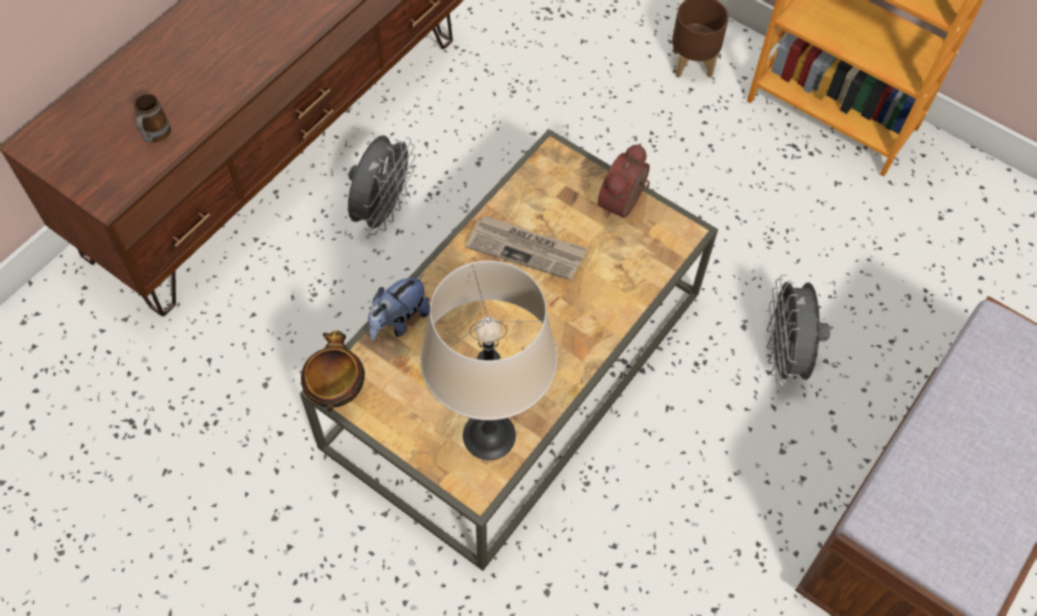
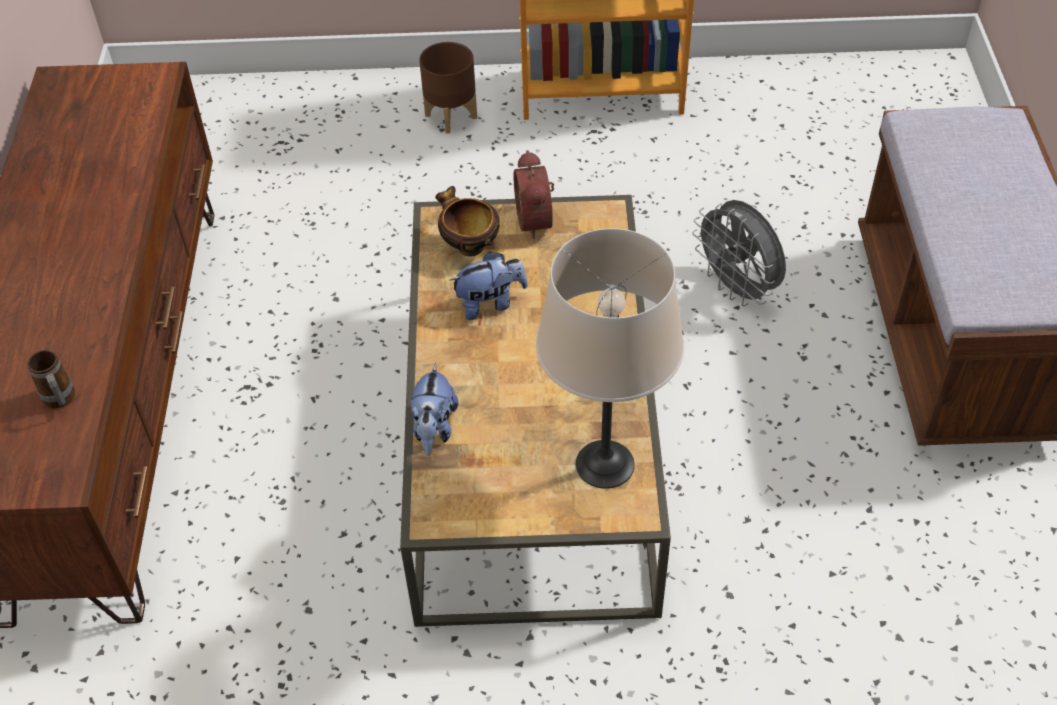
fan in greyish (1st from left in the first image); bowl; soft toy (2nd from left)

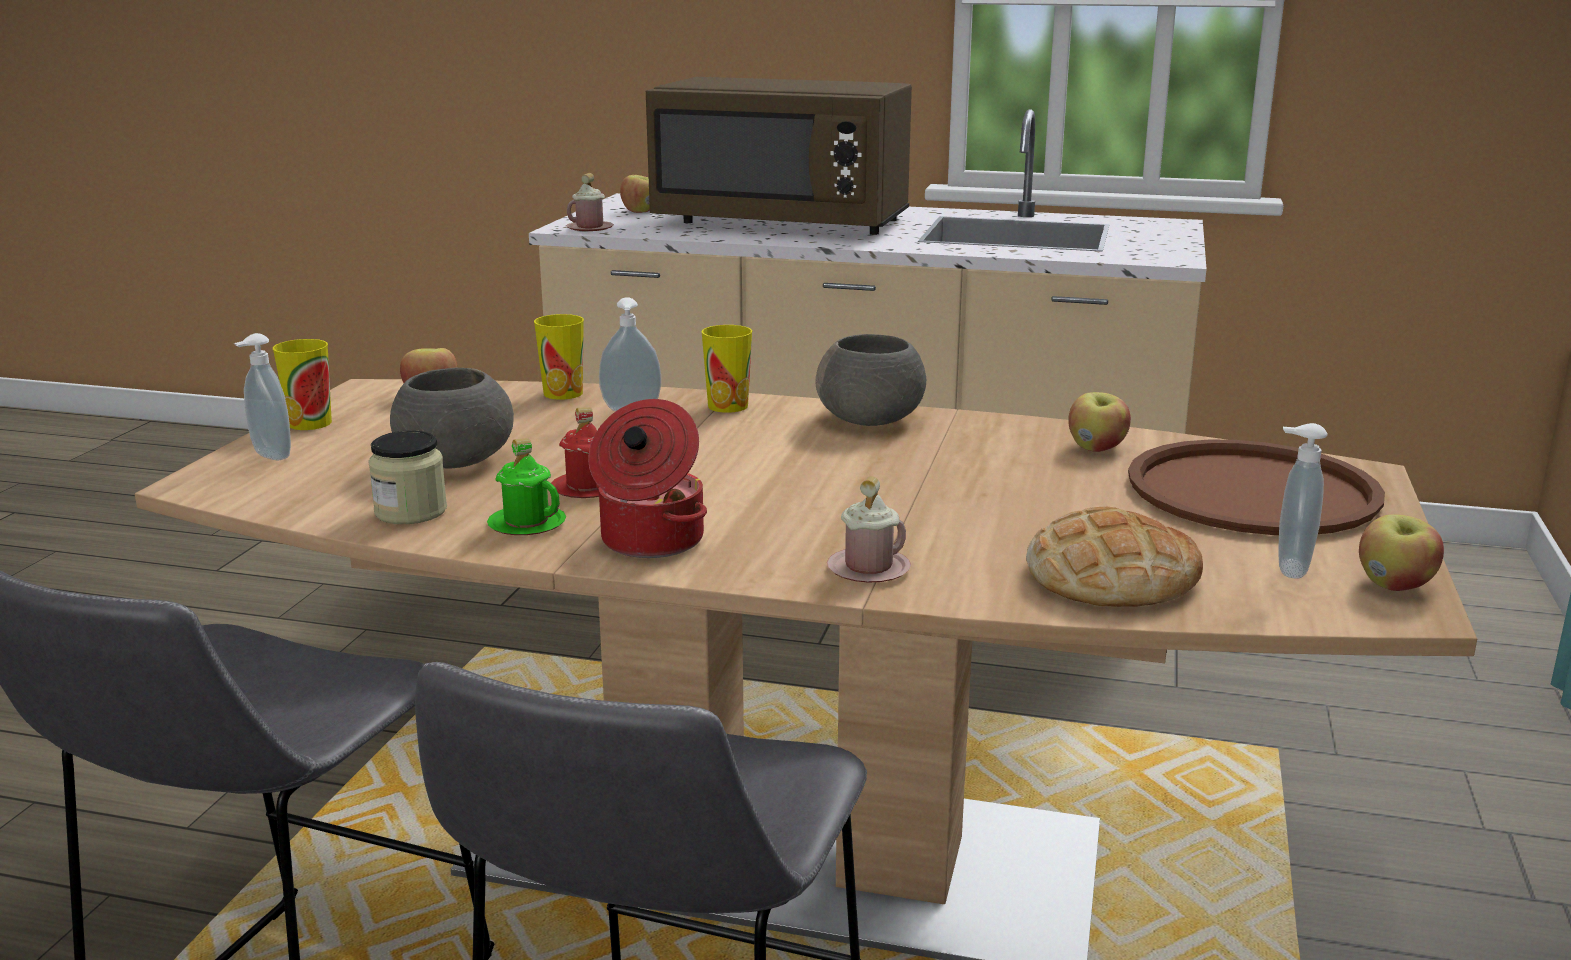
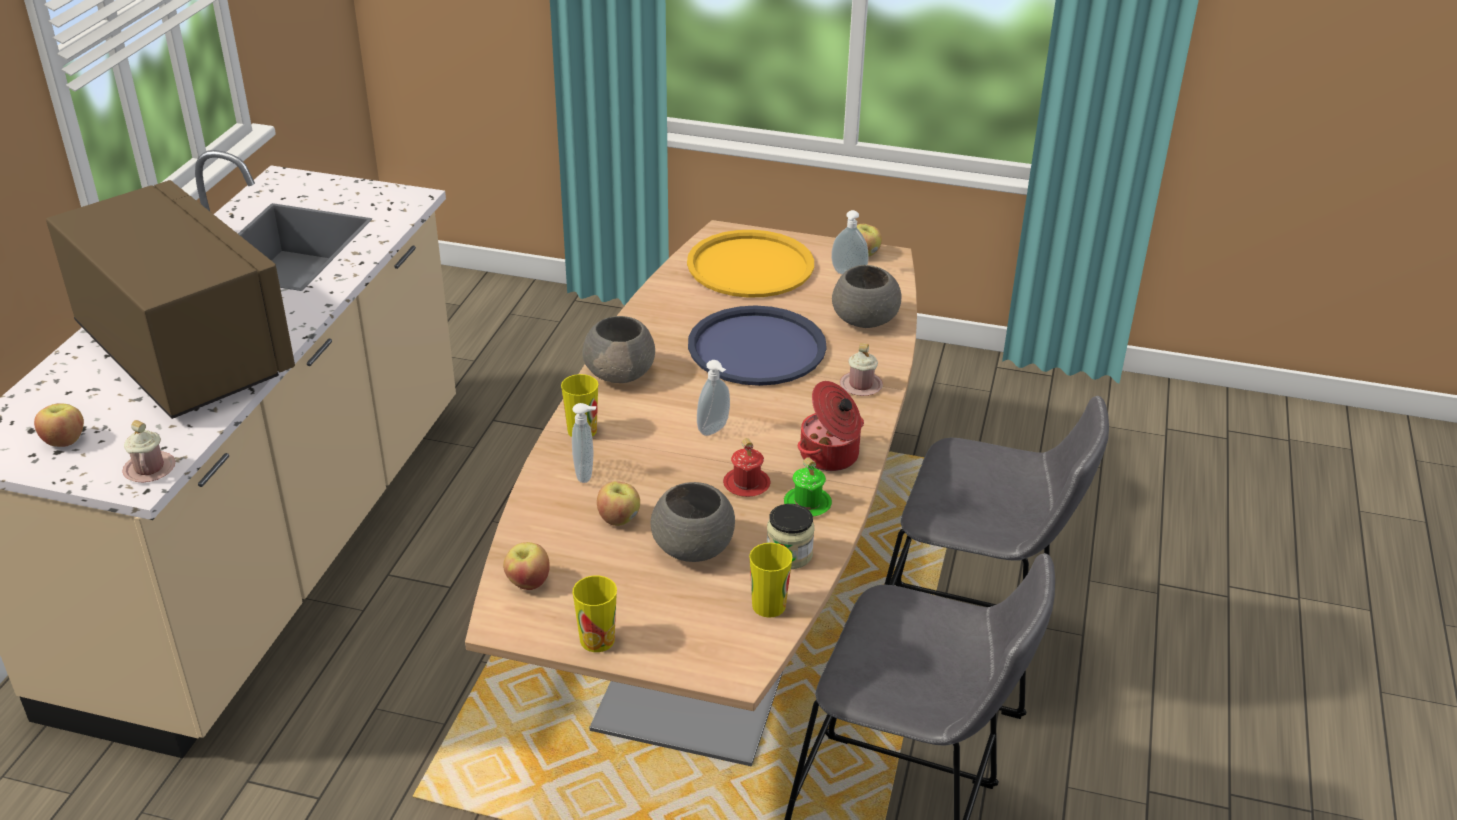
serving tray in blue-coloured; soap bottle (2nd from left); drinking cup (3rd from left); apple fruit (3rd from left); bowl in greyish (3rd from left); serving tray in yellow; kitchen microwave in brown-coloured

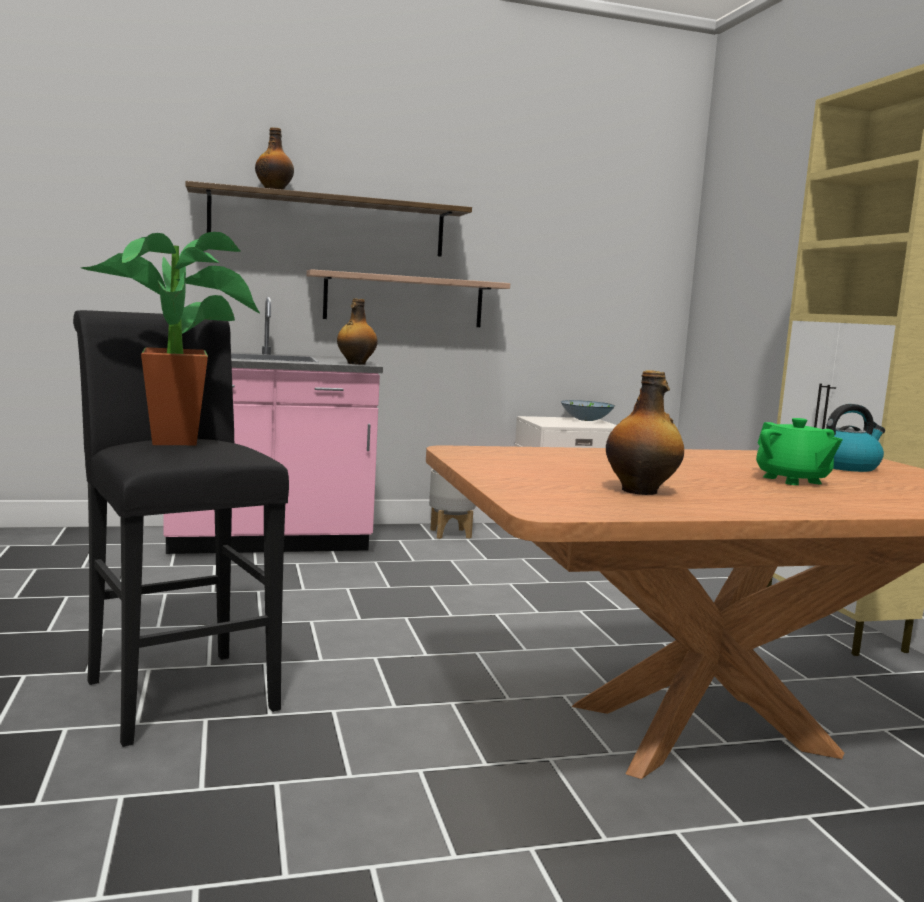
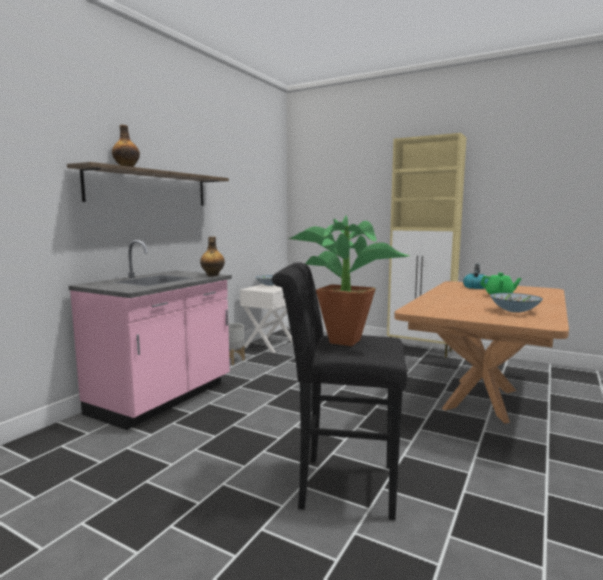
wall shelf (2nd from left in the first image); bowl (2nd from left)

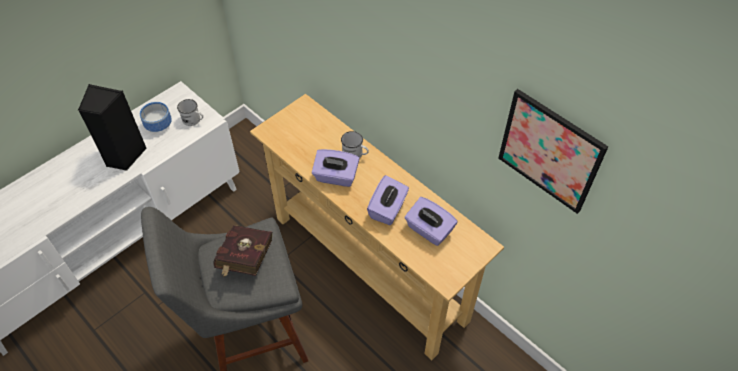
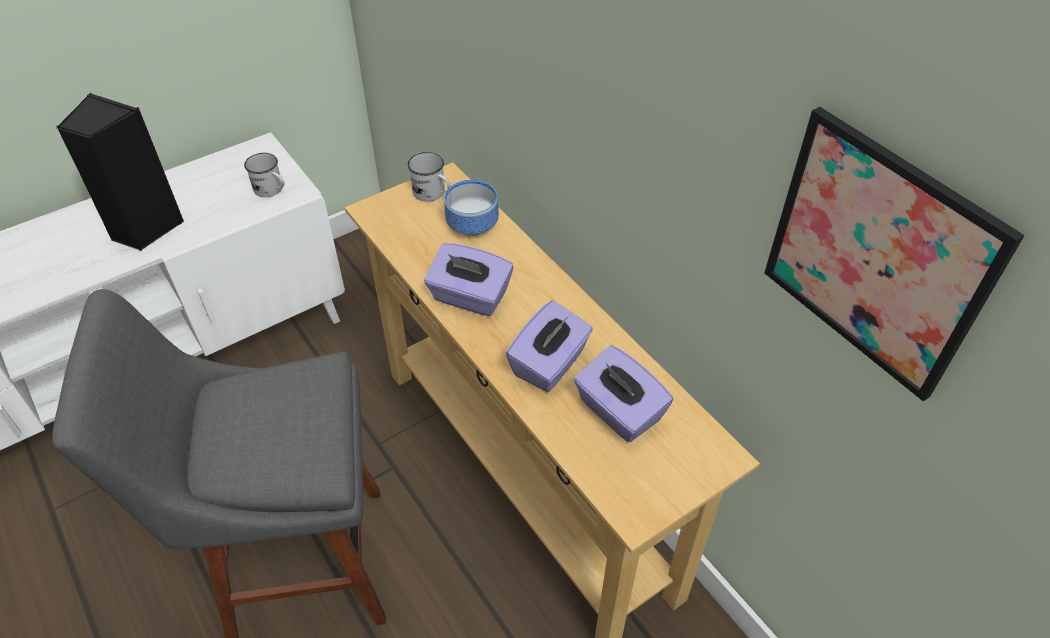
book in red-coloured; bowl; tea mug in whitish (2nd from left)

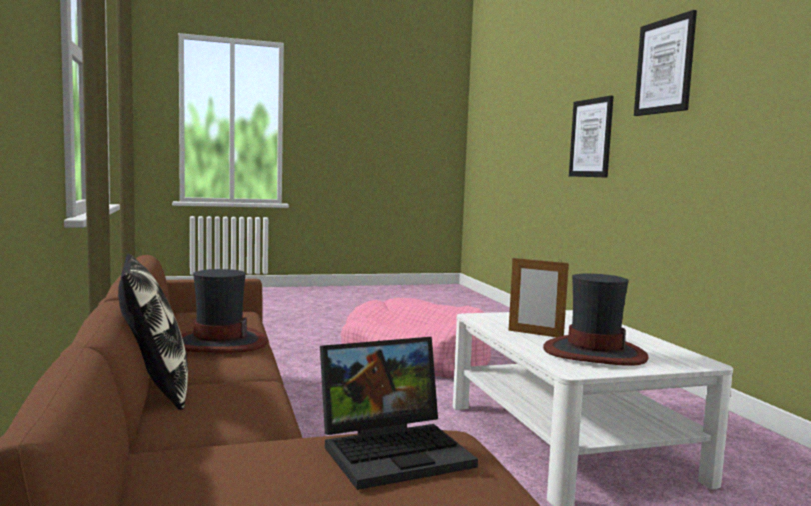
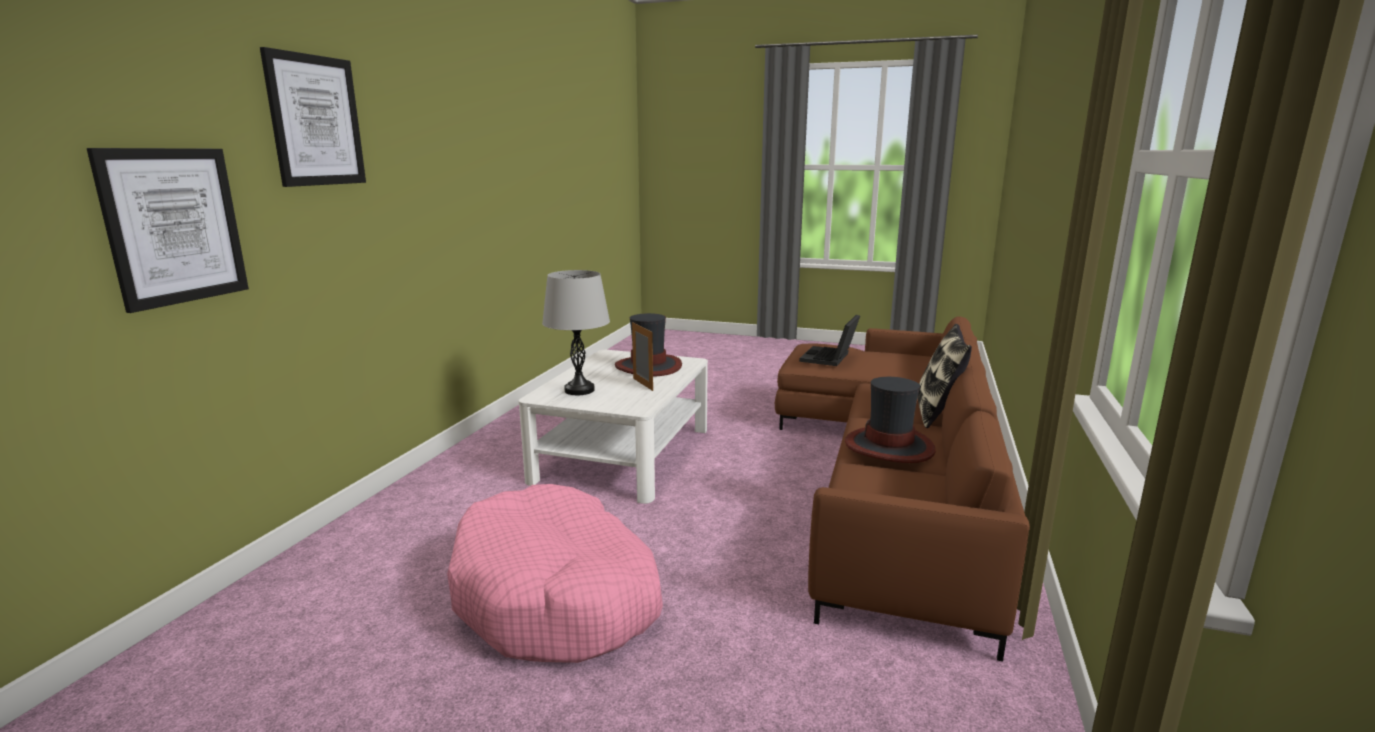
lamp for a table in greyish; laptop

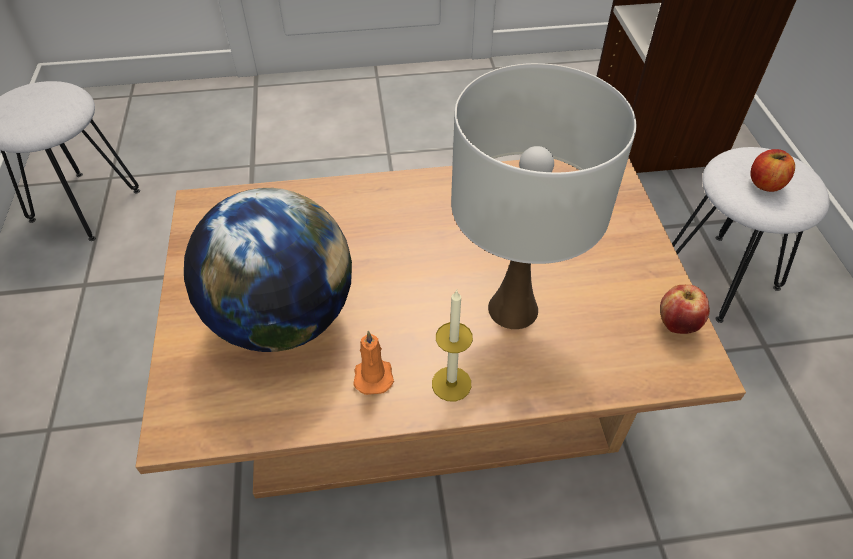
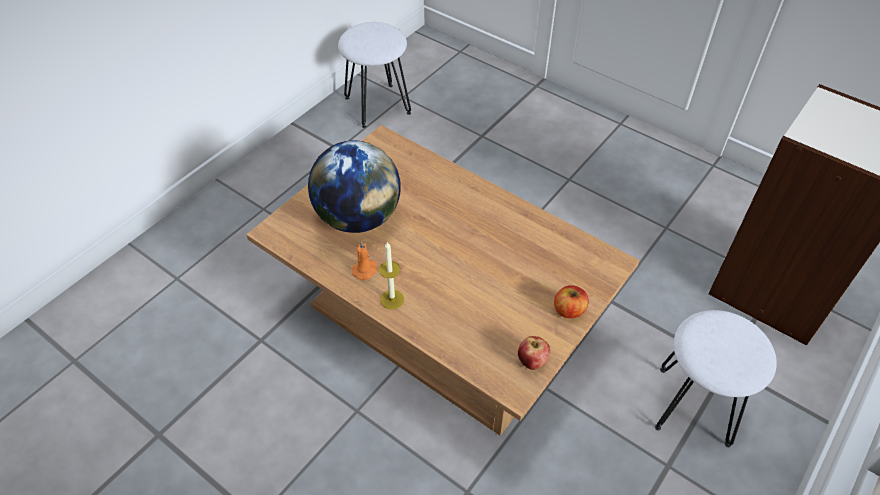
lamp for a table in whitish; apple fruit (2nd from left)

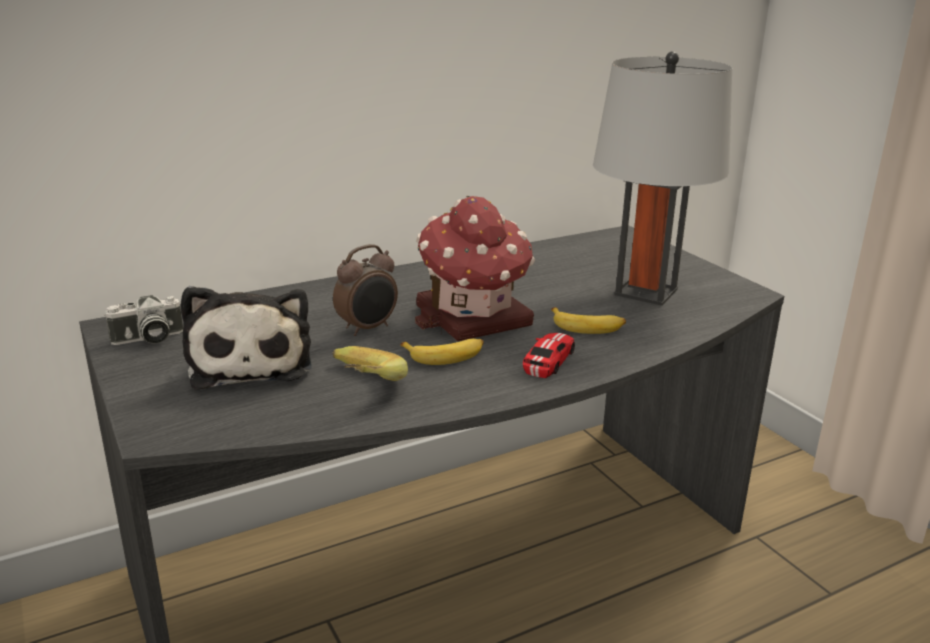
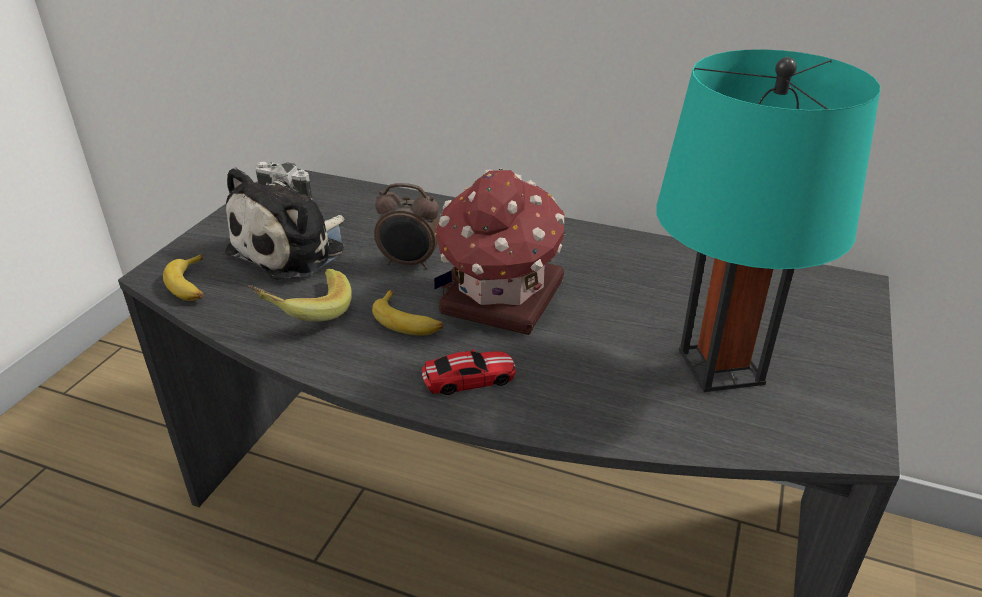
banana fruit (1st from left); lamp for a table in blue-green

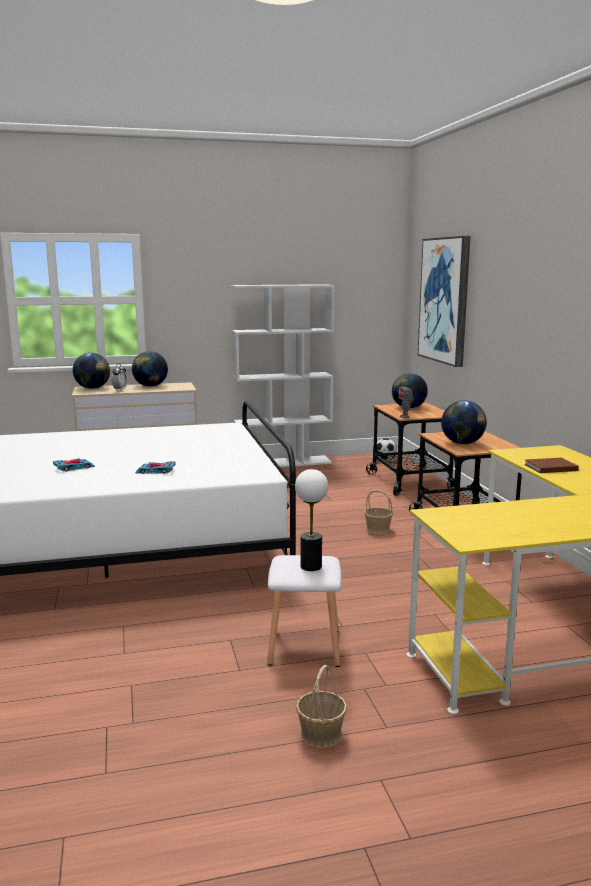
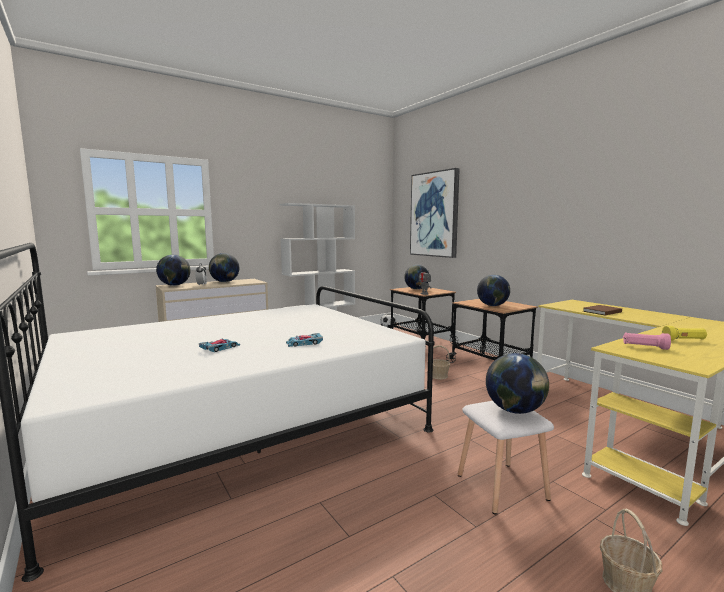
flashlight in pink-coloured; flashlight in yellow; world globe (5th from left)

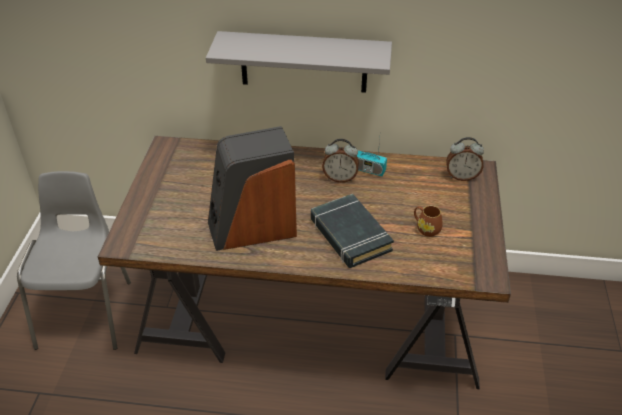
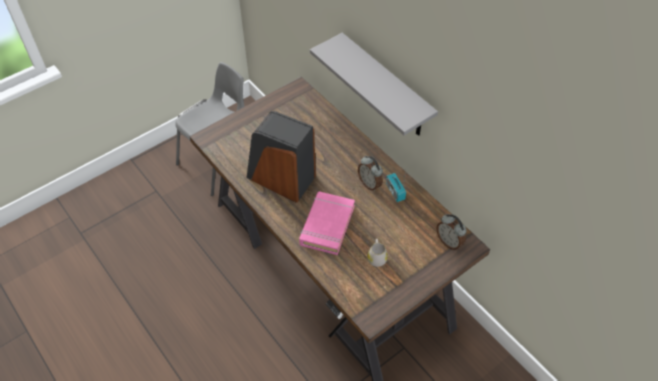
book in pink-coloured; tea mug in whitish

